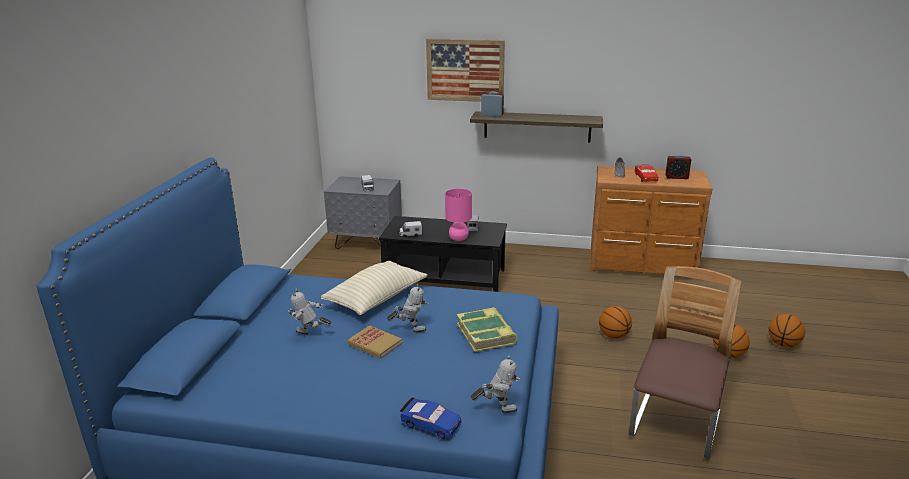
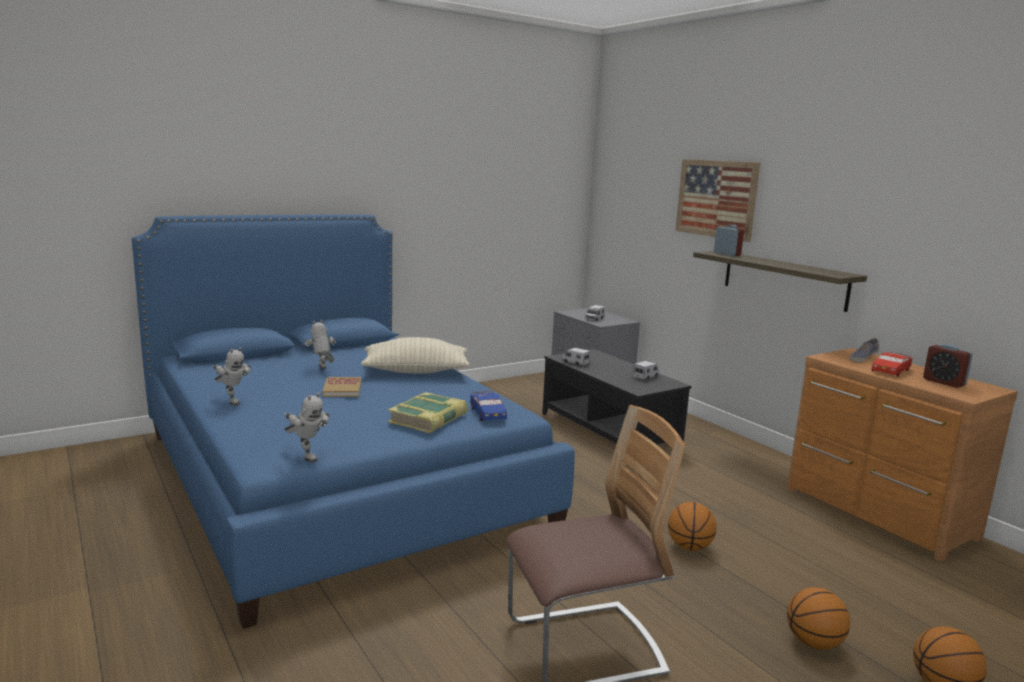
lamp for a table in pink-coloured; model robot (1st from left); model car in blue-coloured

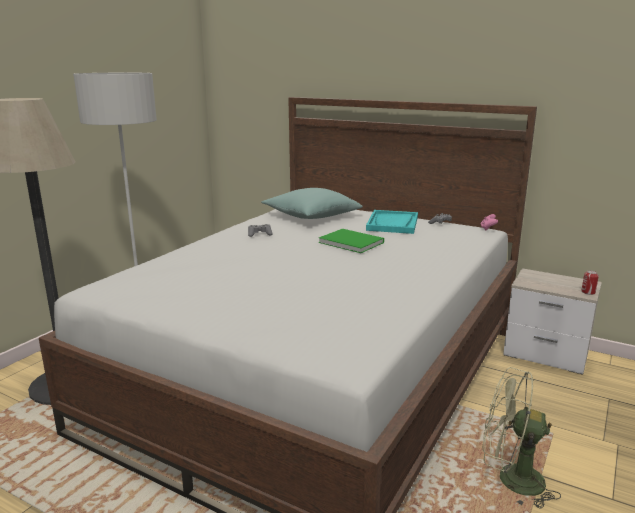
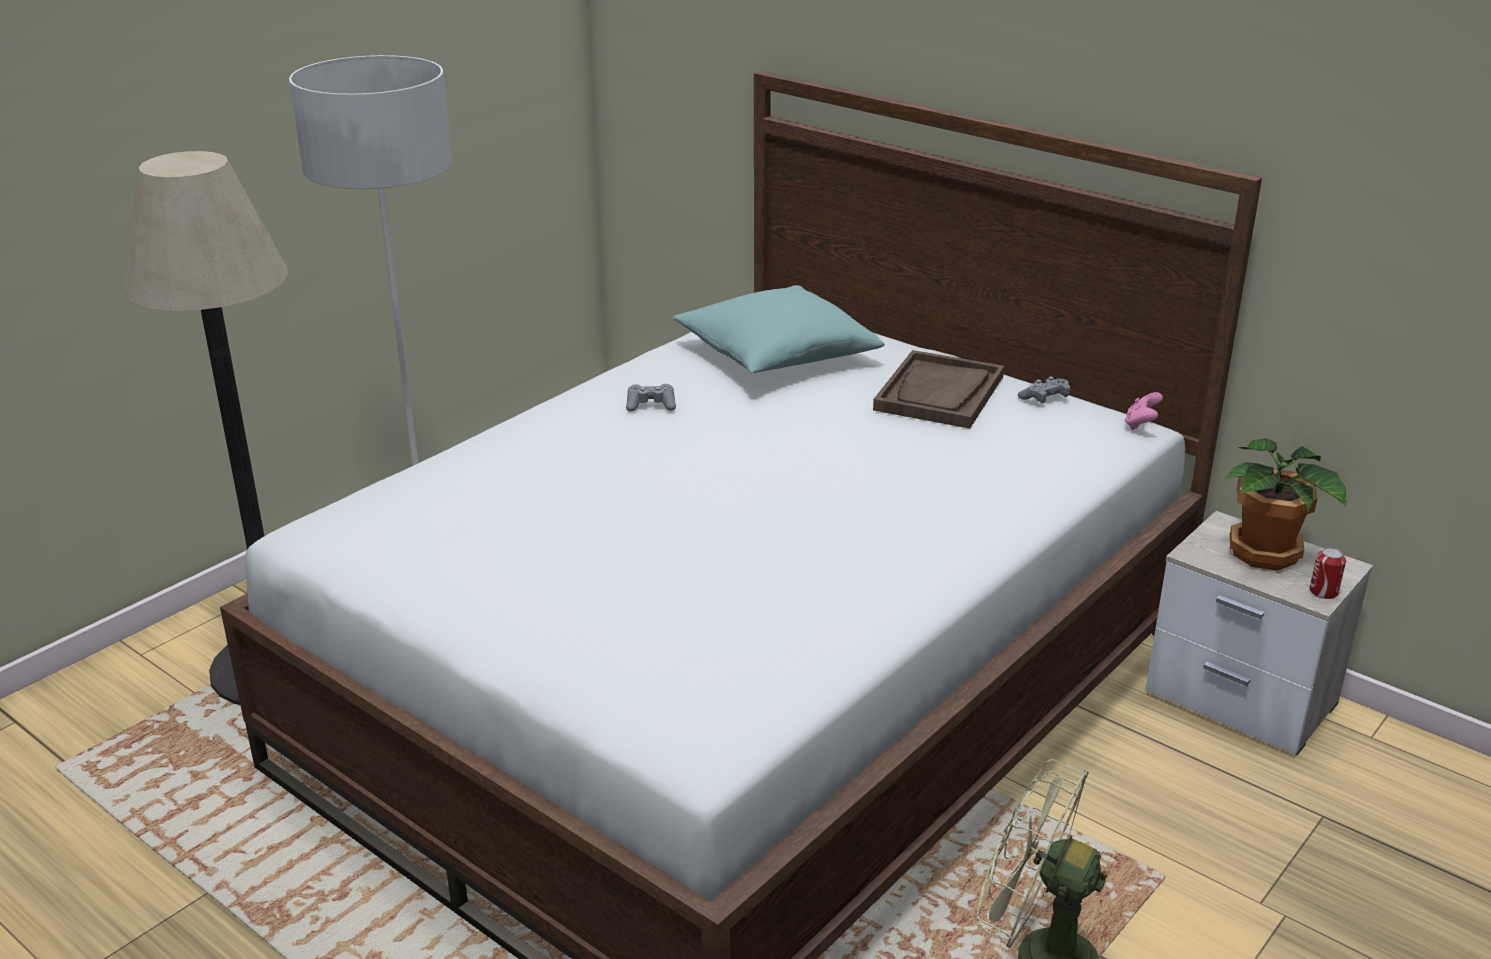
book in greenish; houseplant; serving tray in brown-coloured

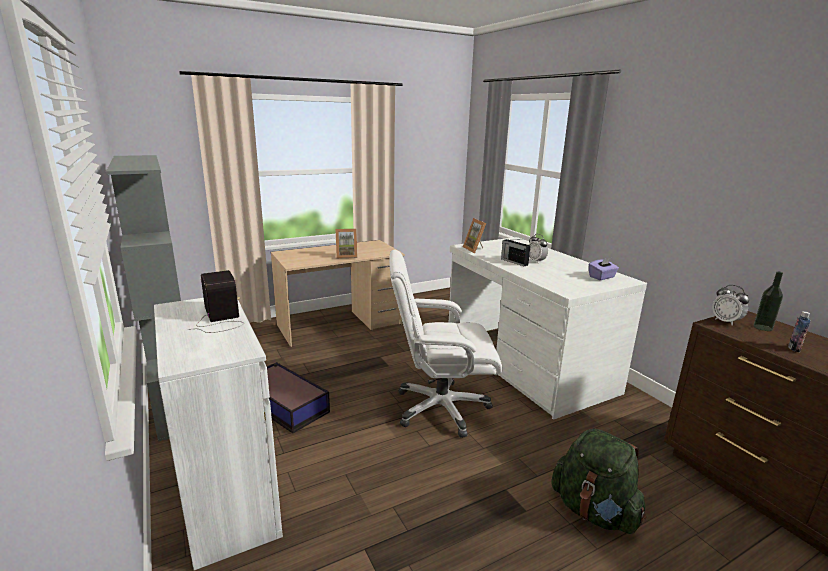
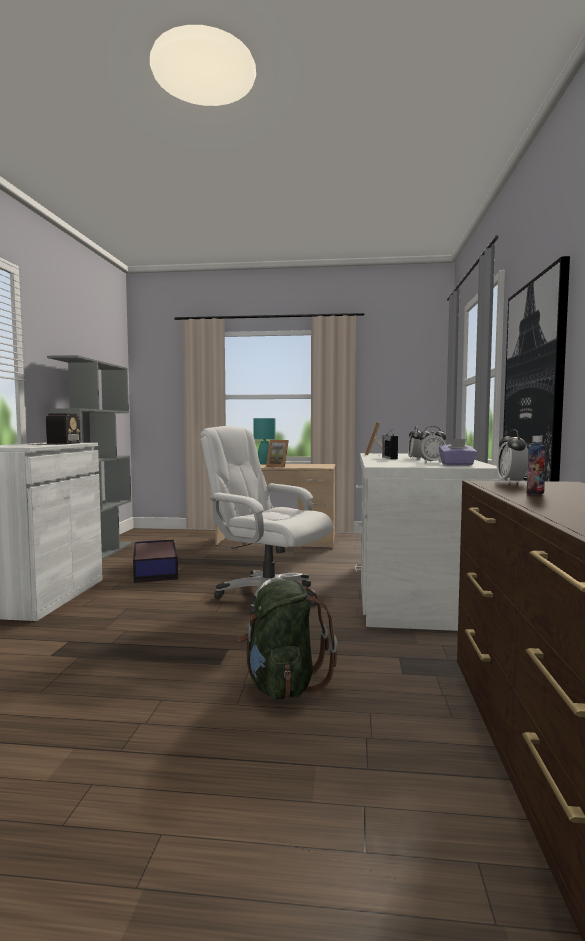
drink bottle (1st from left in the first image); lamp for a table in blue-green; alarm clock (2nd from left); wall picture

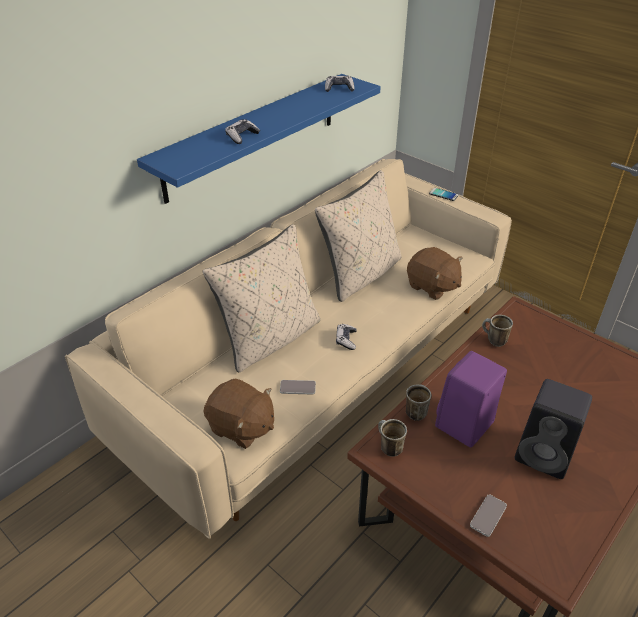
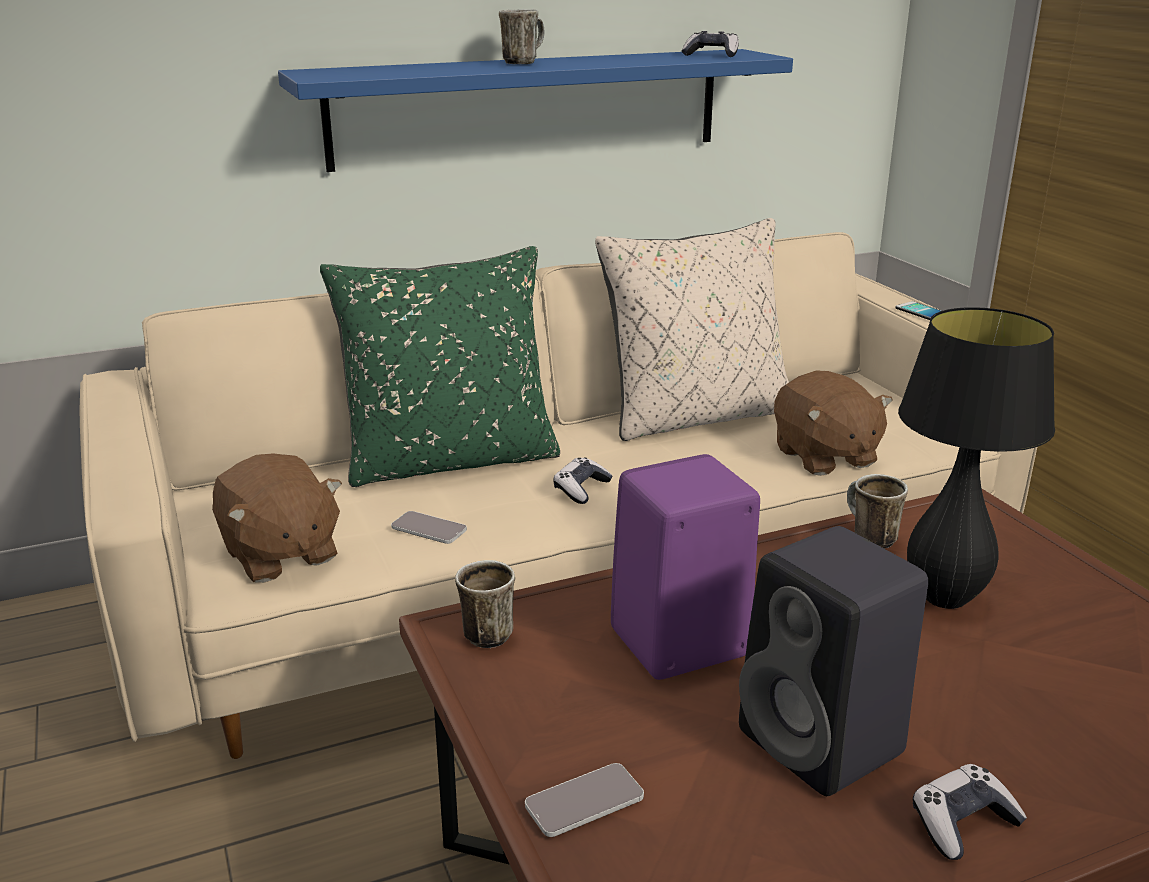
lamp for a table in black-coloured; joypad (3rd from left); tea mug (2nd from left); cushion in greenish

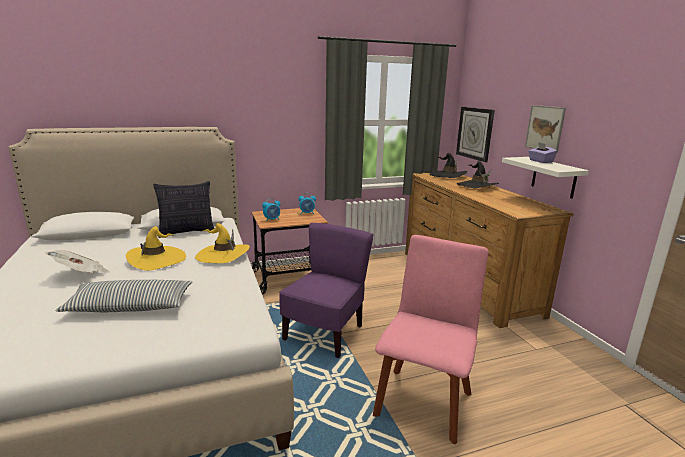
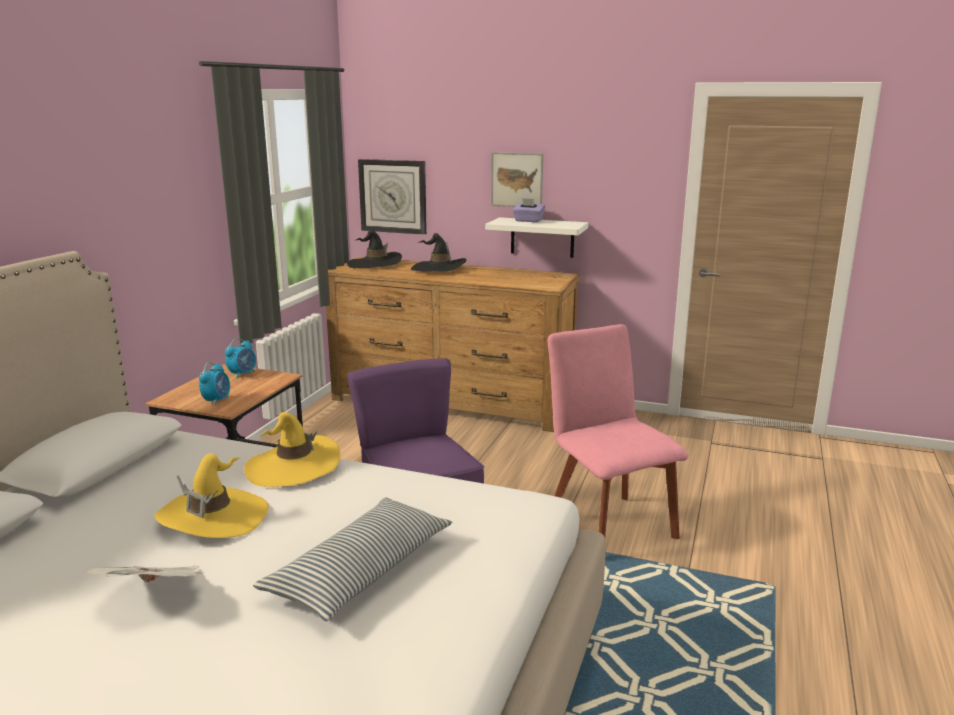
cushion (2nd from left in the first image)

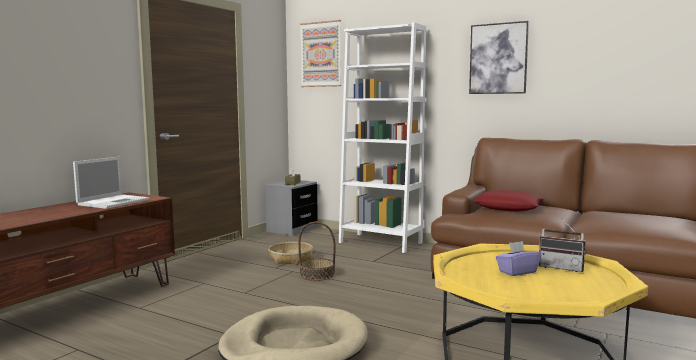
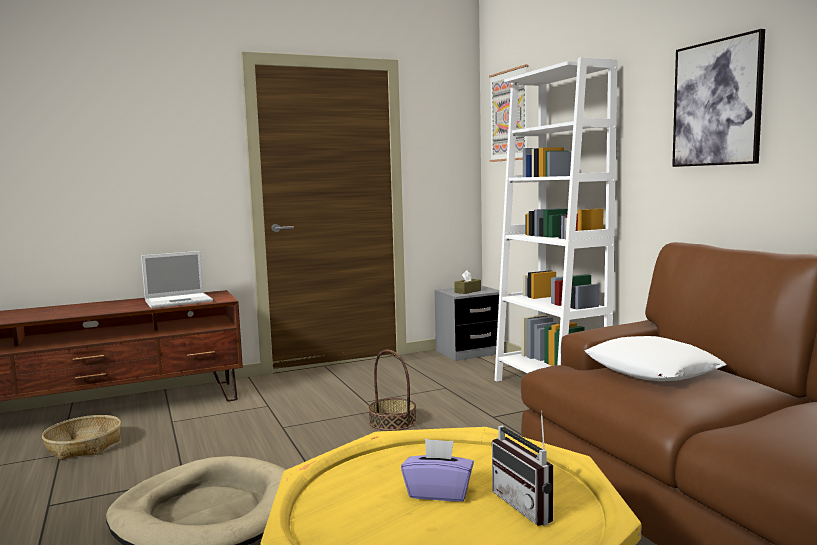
household basket (1st from left); cushion in whitish

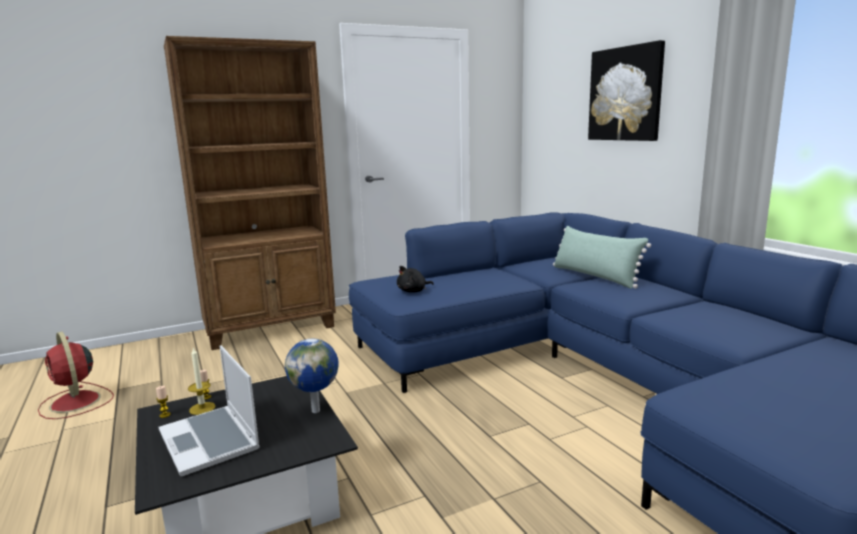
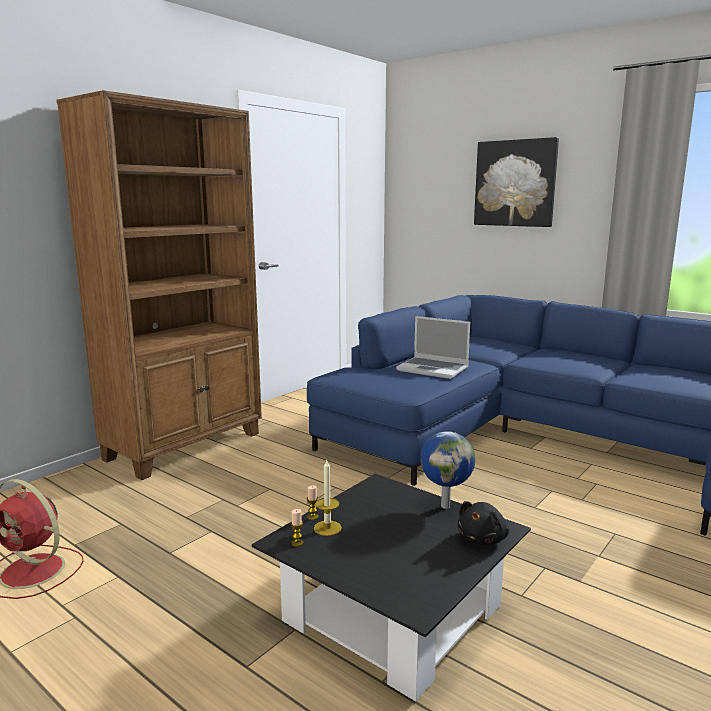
cushion in greenish; laptop; soft toy in black-coloured

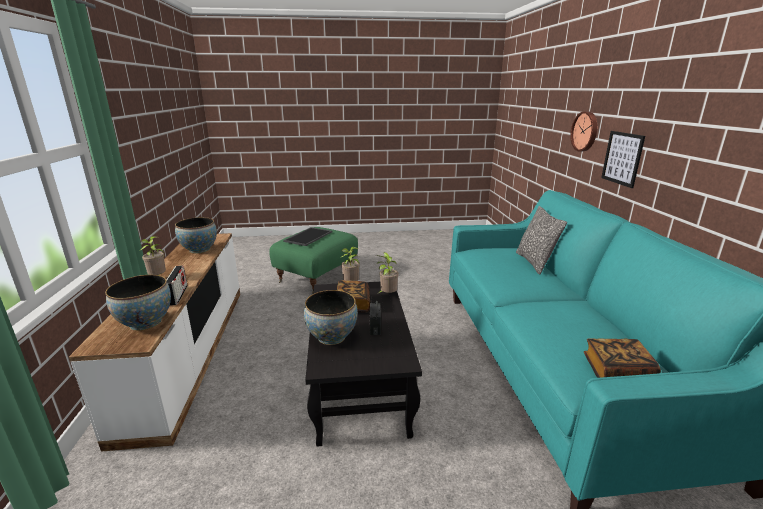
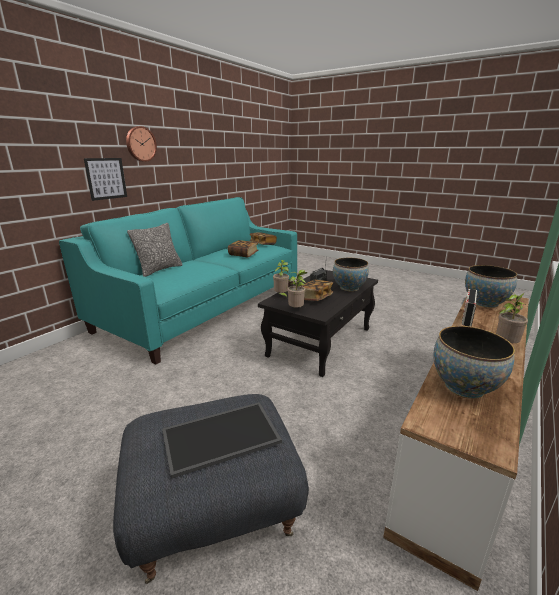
book (1st from left); hanging clock; ottoman in greyish

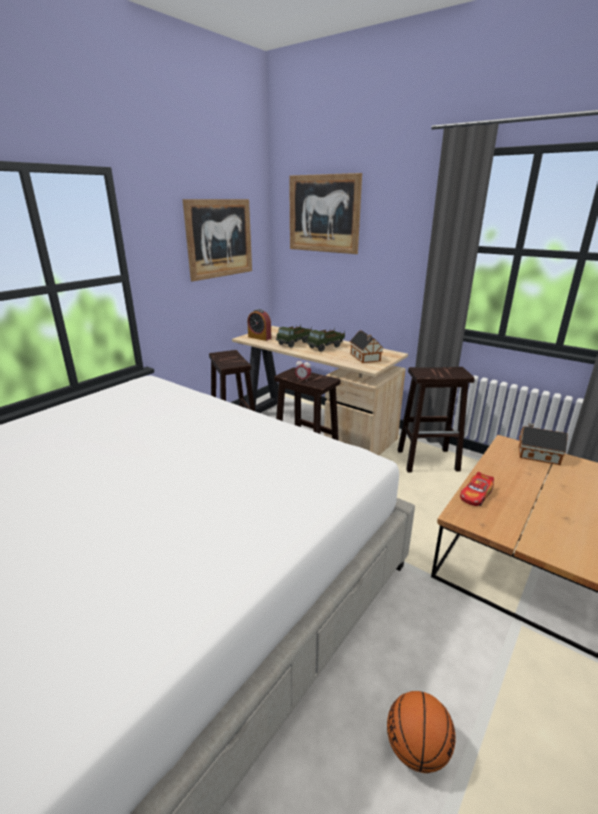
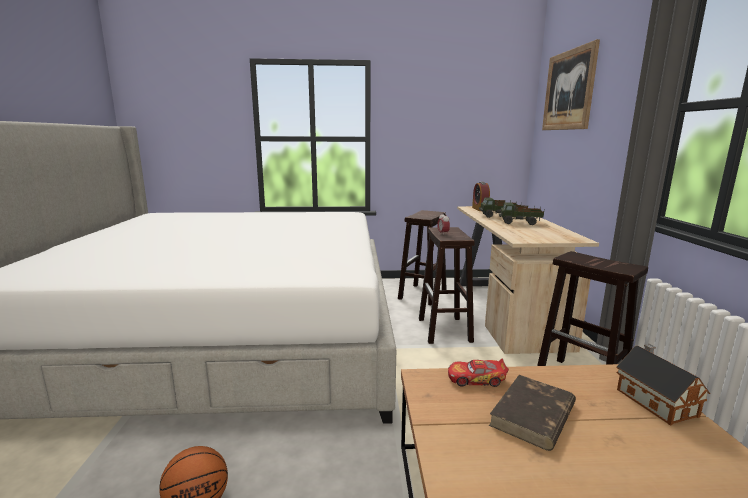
wall picture (1st from left in the first image); model house (1st from left in the first image); book in brown-coloured

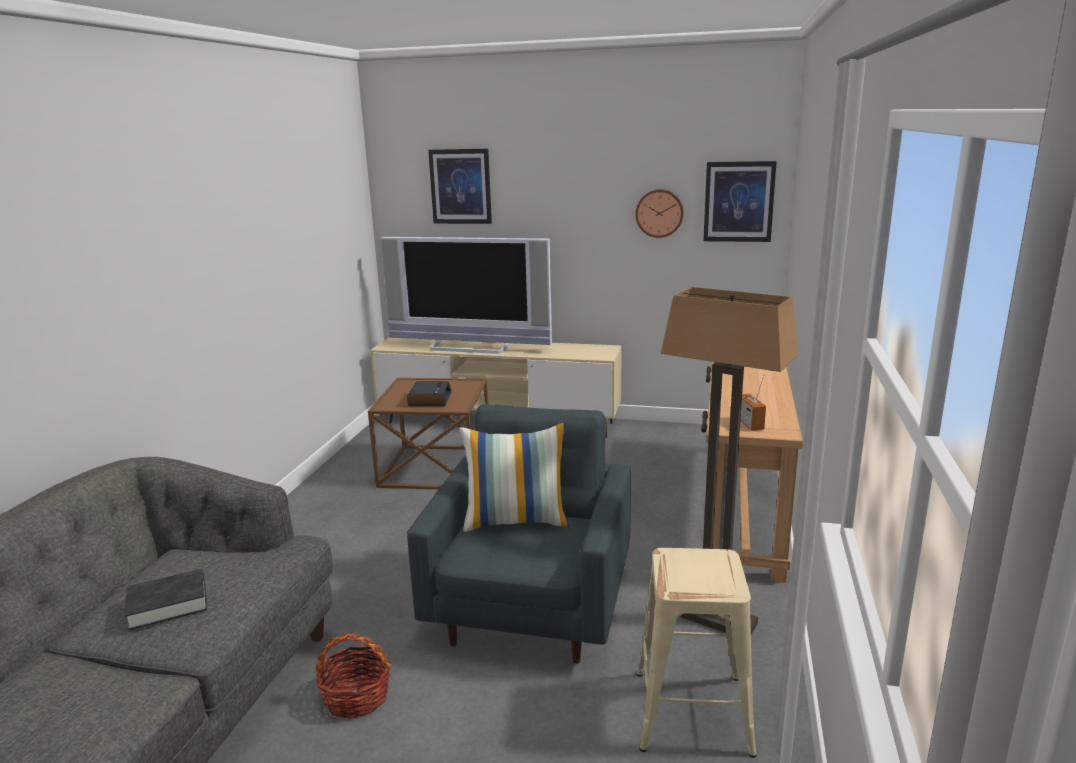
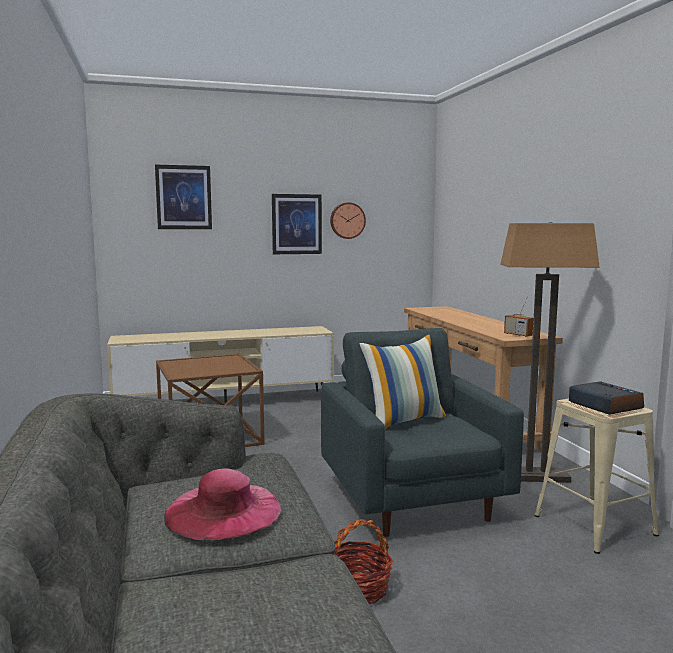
TV; alarm clock; wall picture (2nd from left); hat in pink-coloured

